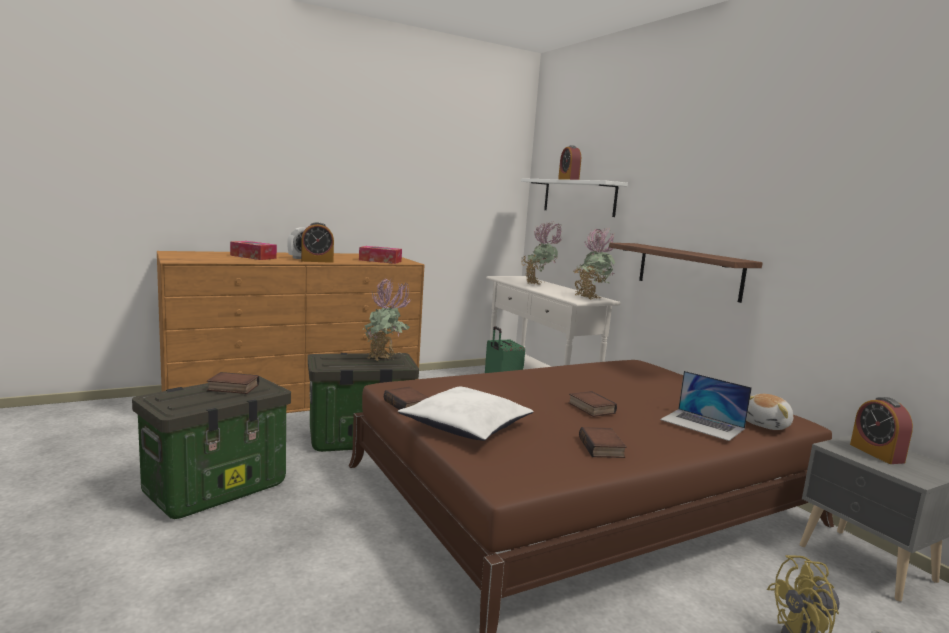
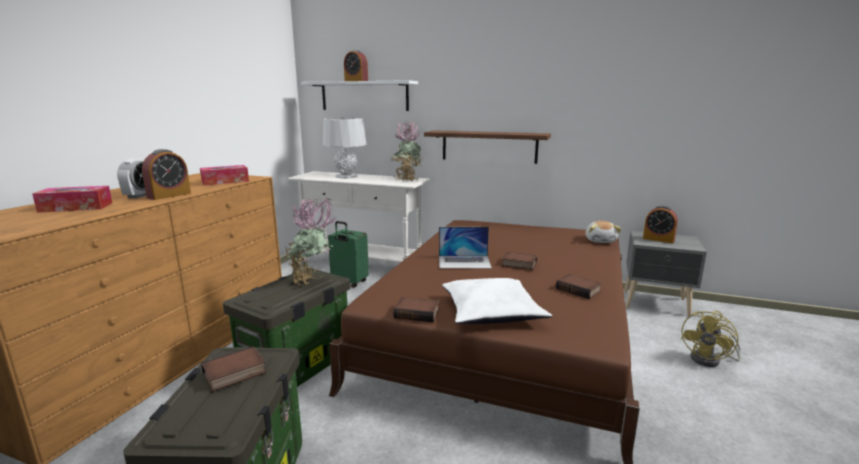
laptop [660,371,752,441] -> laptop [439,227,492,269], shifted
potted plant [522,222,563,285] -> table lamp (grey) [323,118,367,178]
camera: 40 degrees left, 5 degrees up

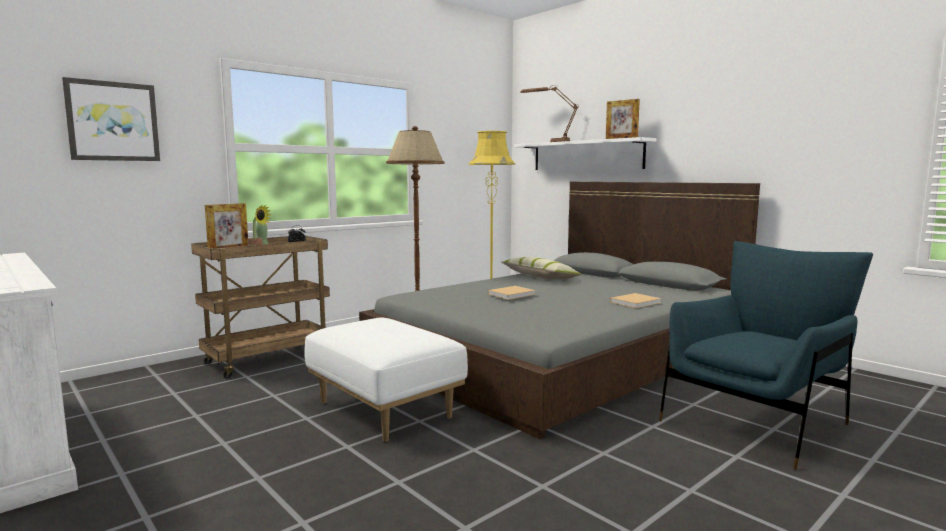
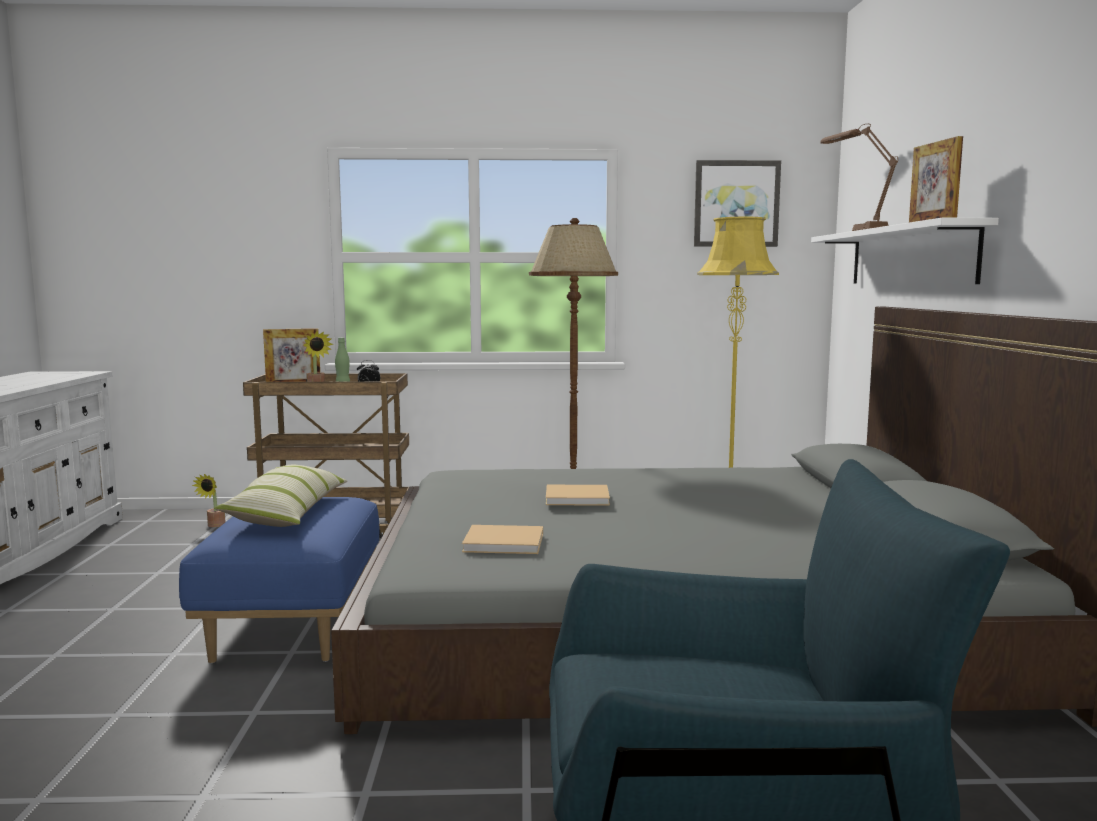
none -> potted plant [192,474,225,527]
picture [62,77,160,161] -> picture [694,160,781,247], shifted
pillow [501,257,582,279] -> pillow [214,465,347,527], shifted
book (beige) [610,293,662,308] -> book (beige) [462,525,543,554], shifted
ottoman (white) [305,318,468,442] -> ottoman (blue) [179,497,380,663]
camera: 40 degrees right, 0 degrees up

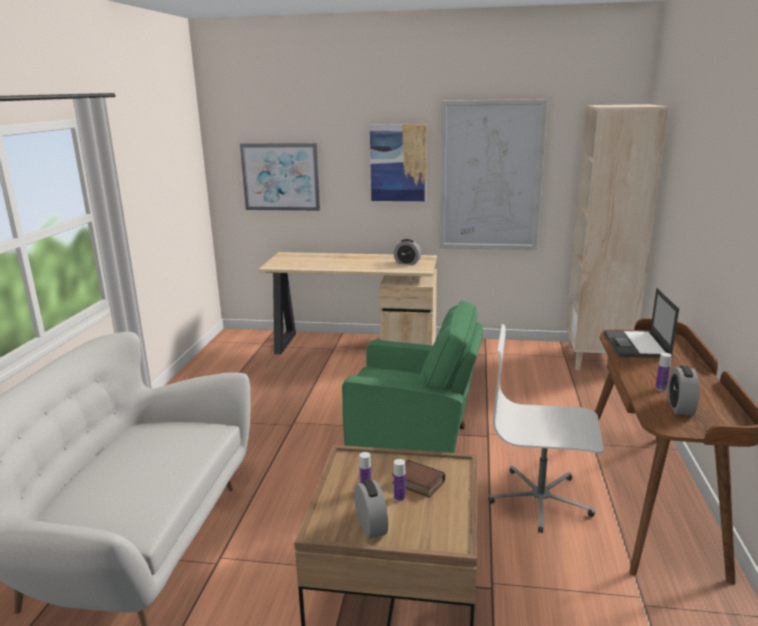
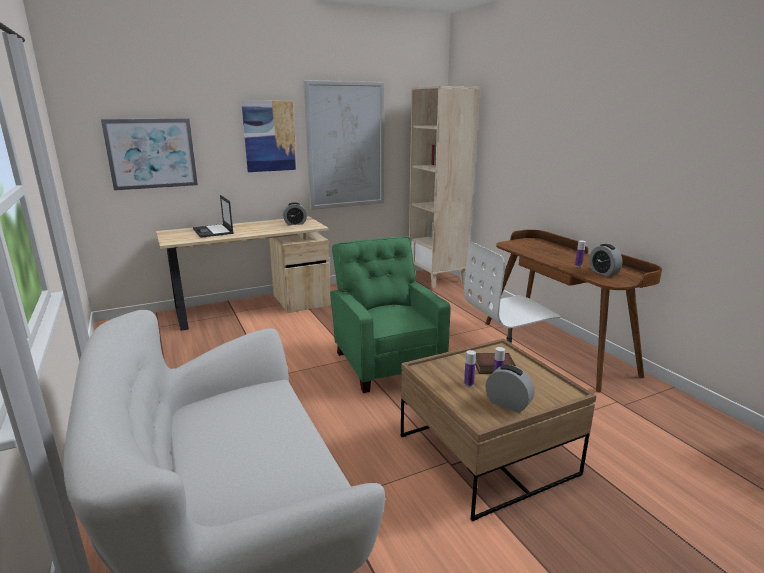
laptop [604,288,679,358] -> laptop [193,195,234,238], shifted
armchair (green) [342,300,483,453] -> armchair (green) [330,236,451,393], 90 degrees counterclockwise
camera: 35 degrees left, 0 degrees up

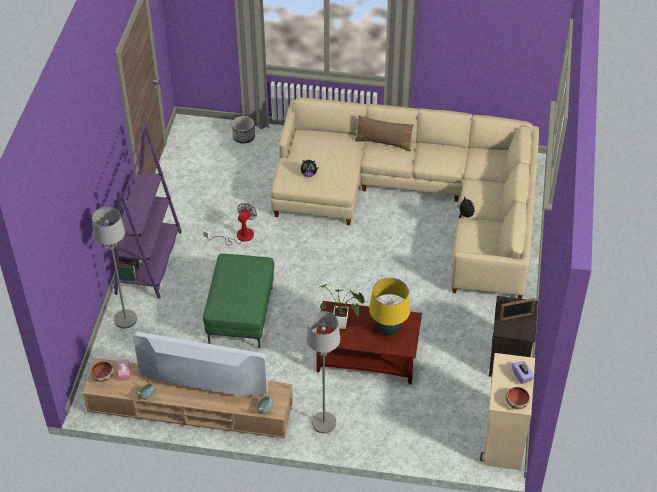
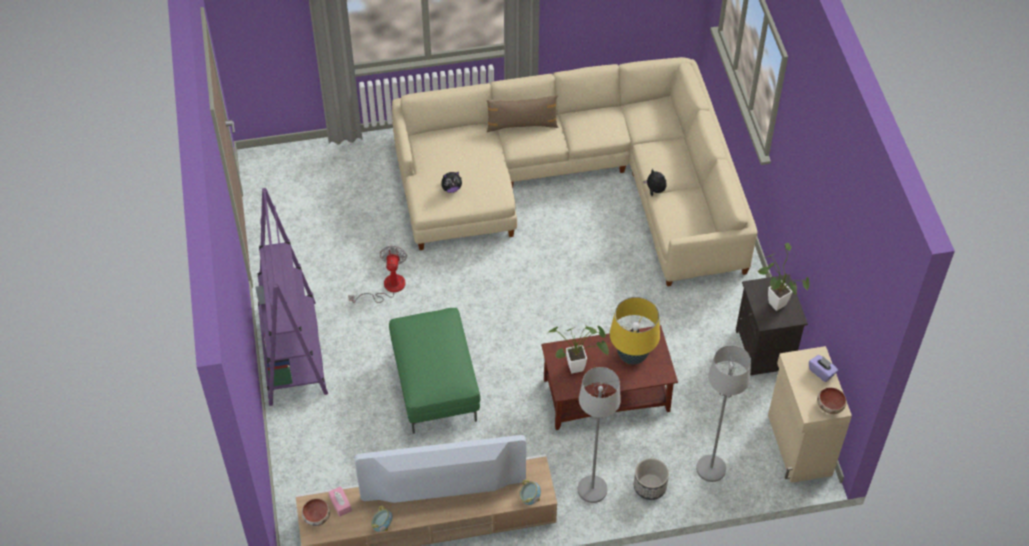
floor lamp (grey) [92,207,137,328] -> floor lamp (grey) [696,345,751,482], shifted
planter [232,116,255,144] -> planter [634,458,669,500], shifted
picture frame [499,298,536,321] -> potted plant [758,243,810,311]
camera: 20 degrees left, 5 degrees up

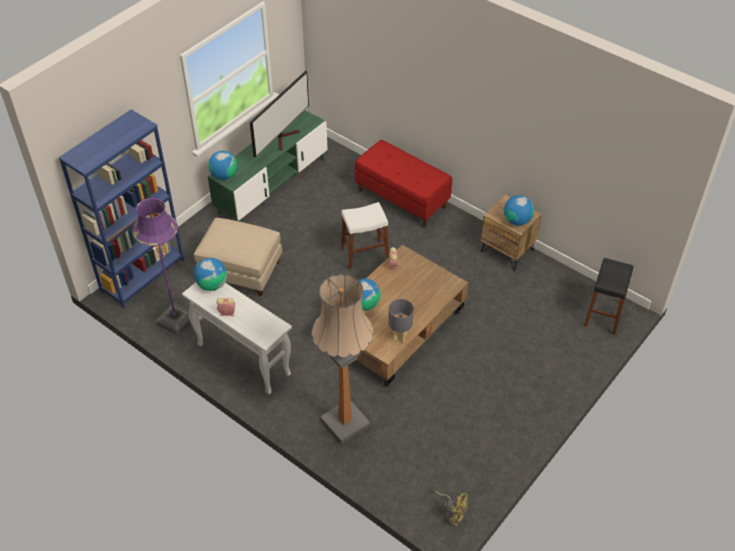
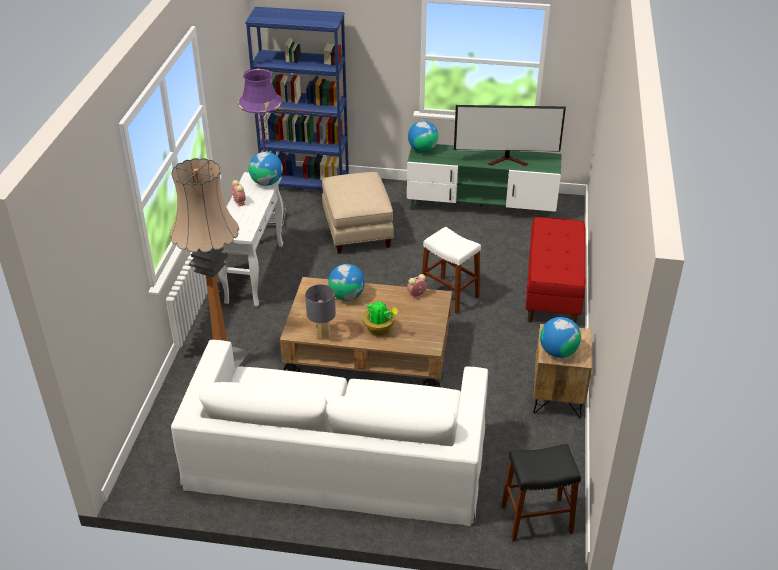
fan (yellow) [435,491,468,526] -> none
none -> sofa (white) [171,340,488,526]
none -> potted plant [363,301,398,336]
camera: 60 degrees right, 10 degrees down

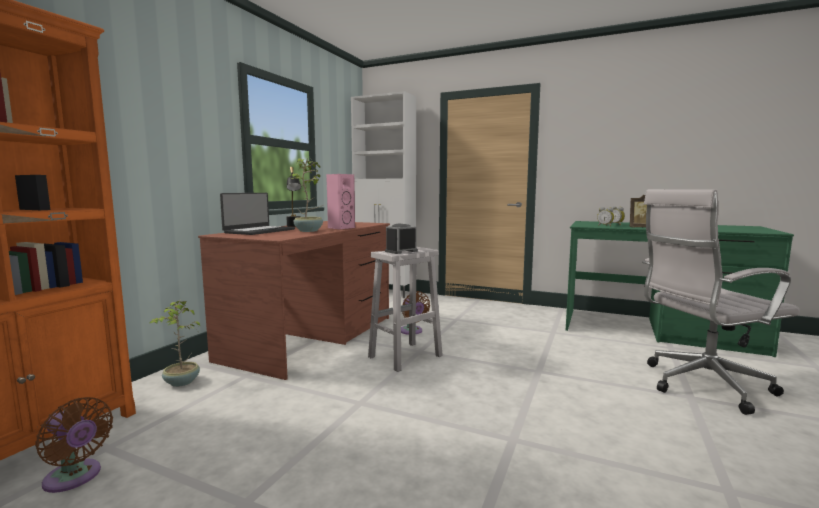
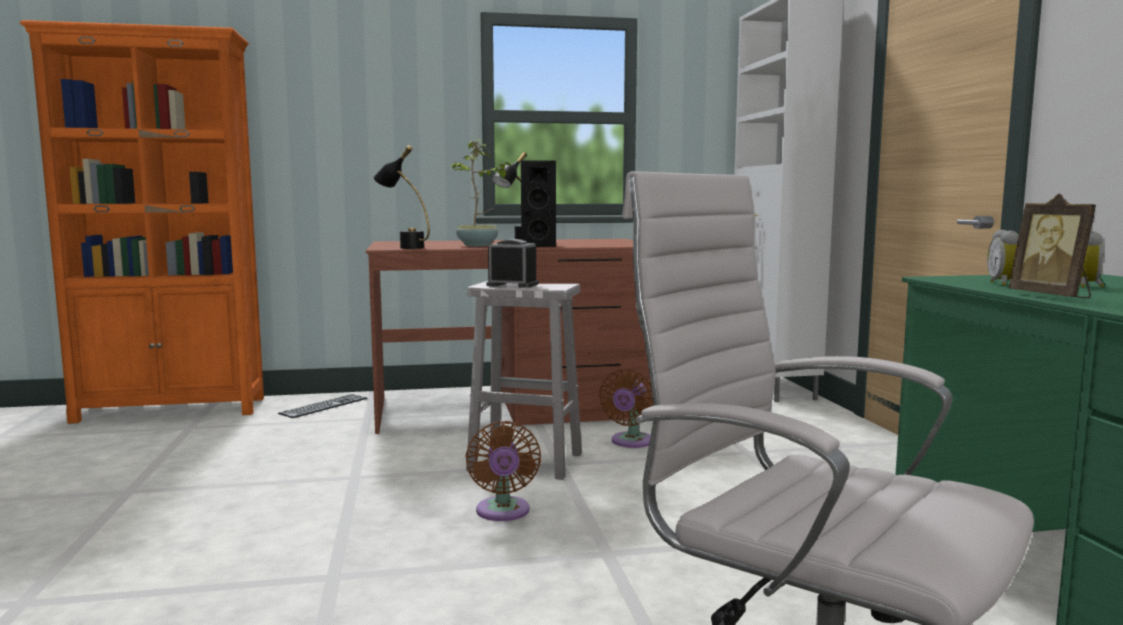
laptop [220,193,295,235] -> none
none -> table lamp (black) [373,145,430,249]
fan (brown) [35,397,113,493] -> fan (brown) [465,421,541,521], shifted
potted plant [150,300,200,387] -> keyboard [278,394,368,418]
speaker (pink) [326,174,355,230] -> speaker (black) [521,161,556,247]
camera: 55 degrees right, 0 degrees up

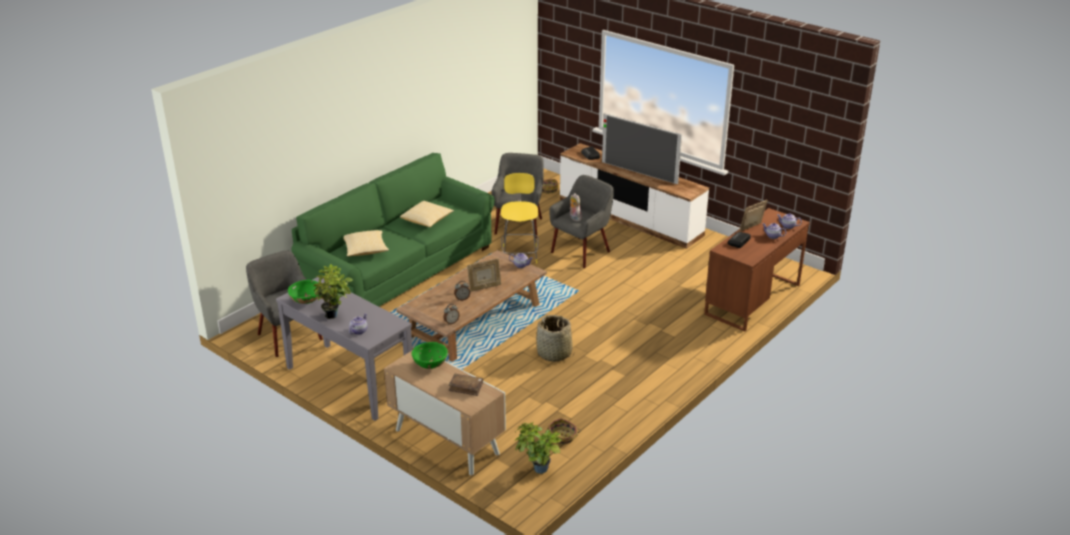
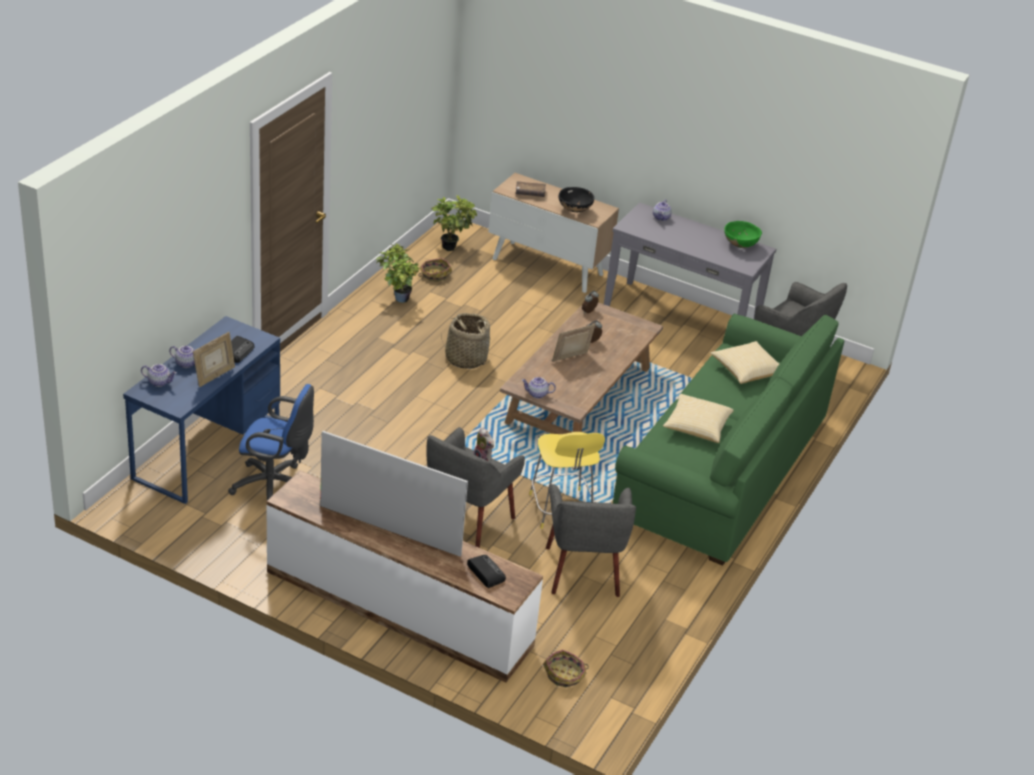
none -> office chair (blue) [228,384,314,500]
potted plant [313,264,353,319] -> potted plant [376,243,420,303], shifted
bowl (green) [412,342,448,369] -> bowl (black) [558,187,594,212]
desk (brown) [704,208,810,331] -> desk (blue) [123,316,280,504]
camera: 165 degrees right, 5 degrees up

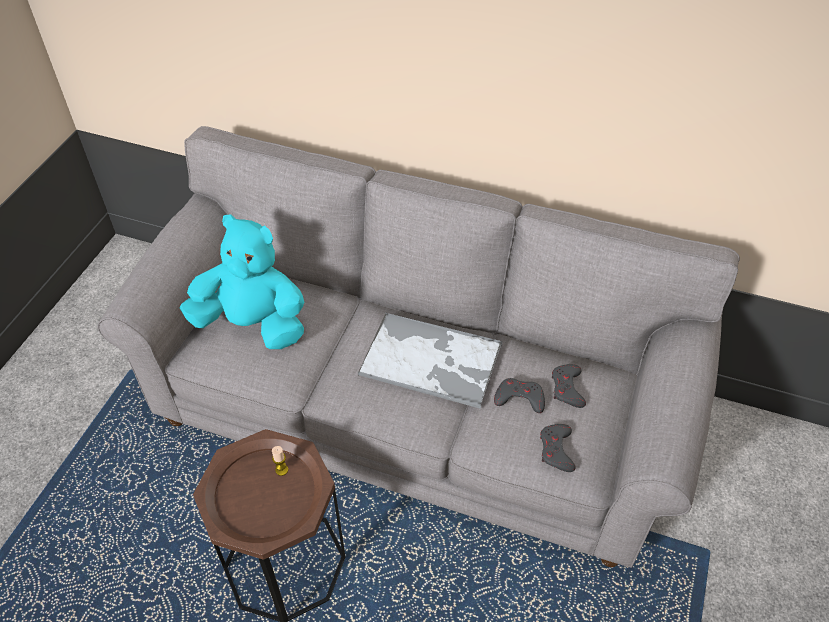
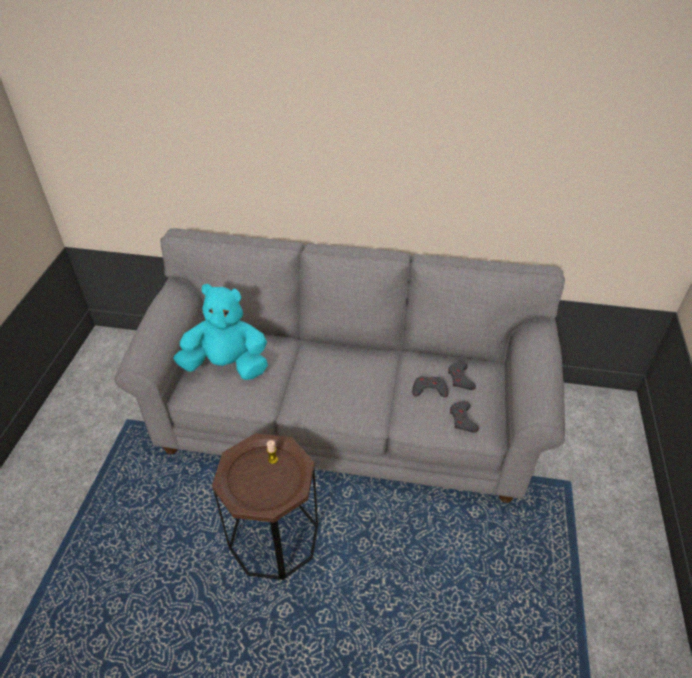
tray [357,312,503,408] -> none
camera: 10 degrees left, 5 degrees down

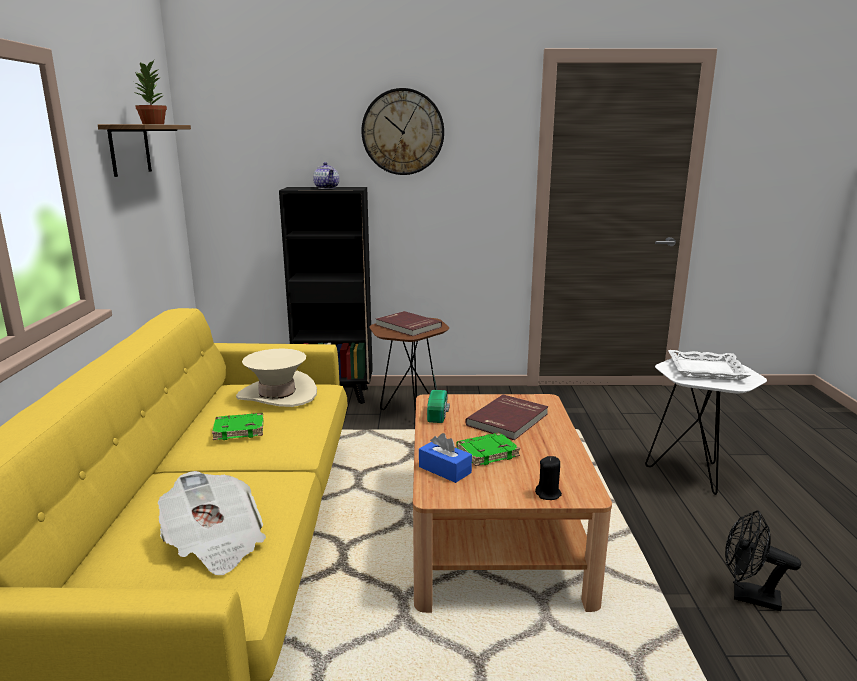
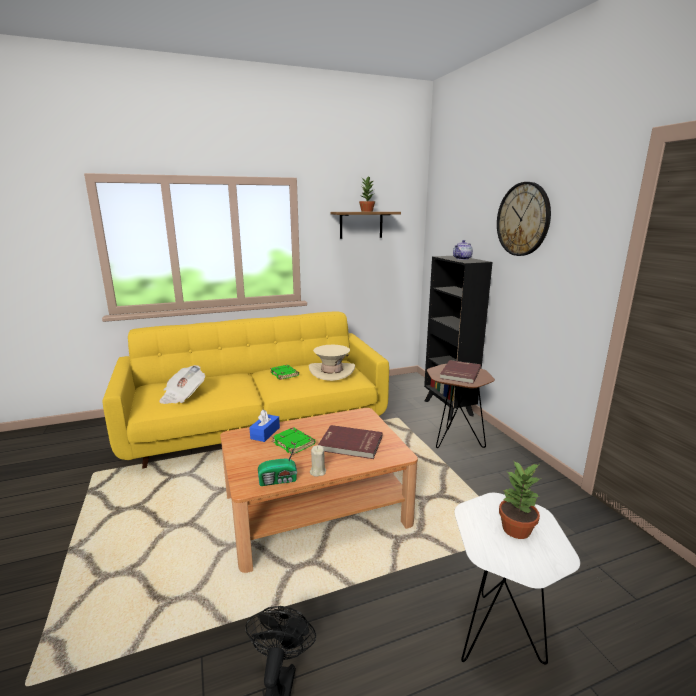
candle (black) [535,456,562,500] -> none
none -> candle (beige) [310,445,326,477]
radio [427,368,450,423] -> radio [258,442,297,486], shifted
tray (white) [668,350,751,381] -> potted plant [499,461,541,539]
camera: 70 degrees right, 0 degrees up

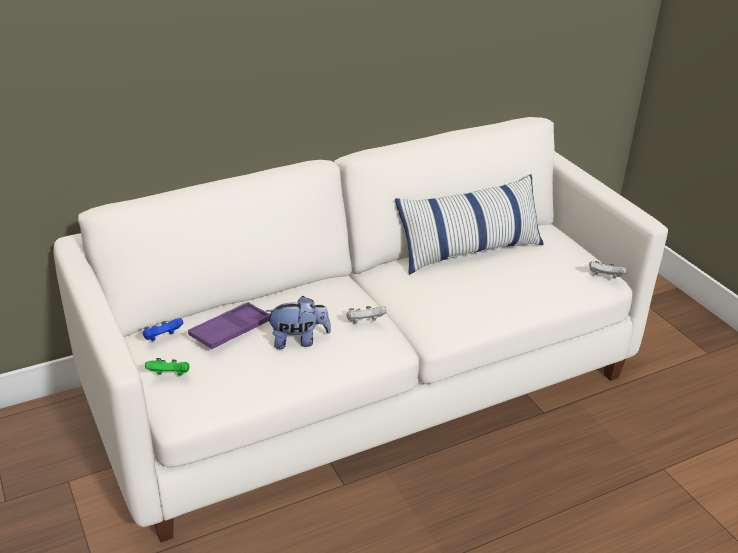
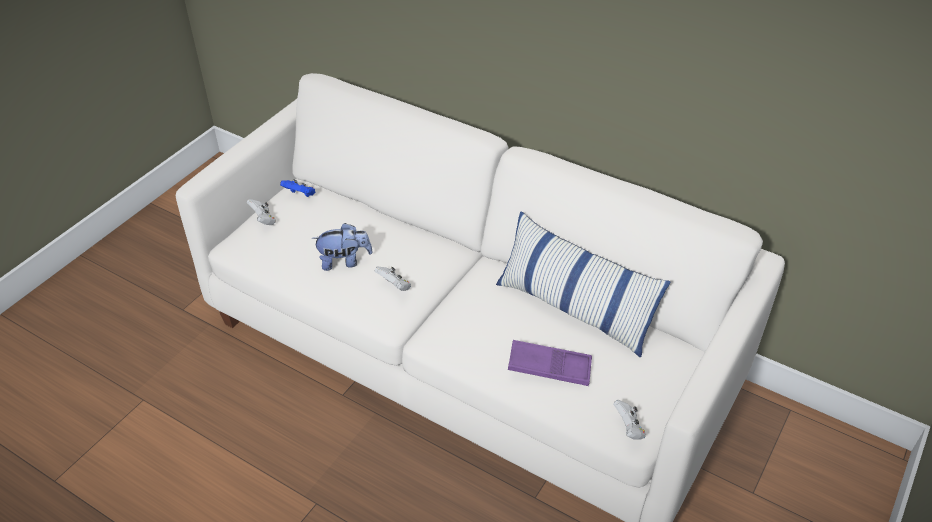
tray (purple) [188,302,270,349] -> tray (purple) [508,340,592,386], shifted
game controller (green) [145,358,190,376] -> game controller (white) [247,199,276,225]
plush toy [266,296,331,349] -> plush toy [311,223,373,271], 60 degrees counterclockwise
camera: 60 degrees right, 10 degrees up

